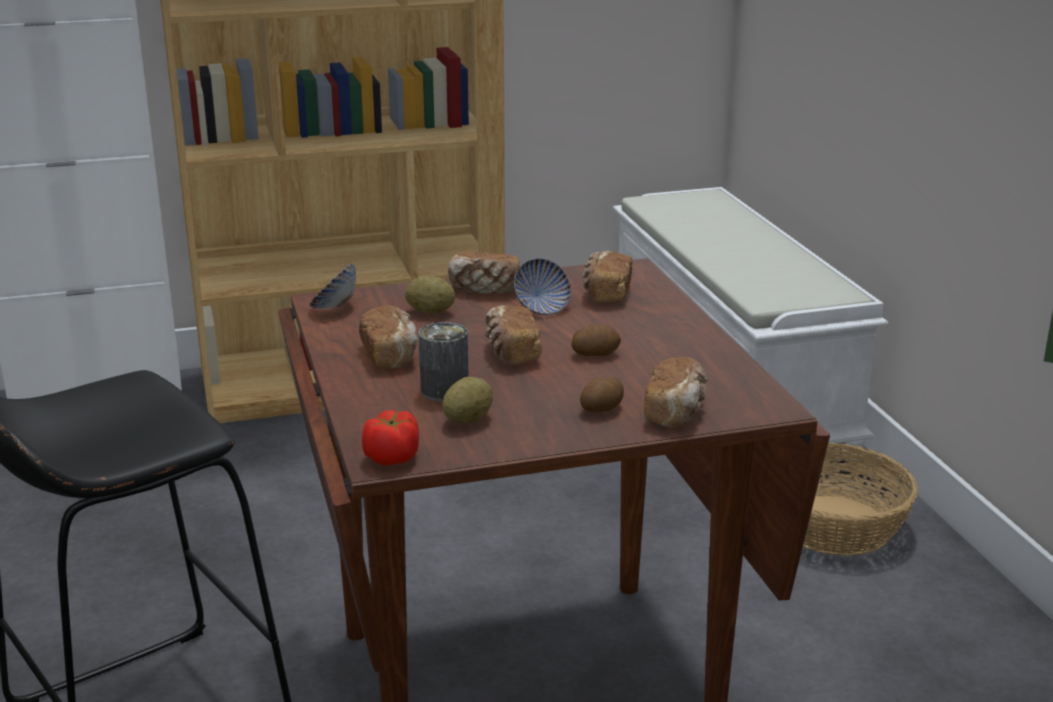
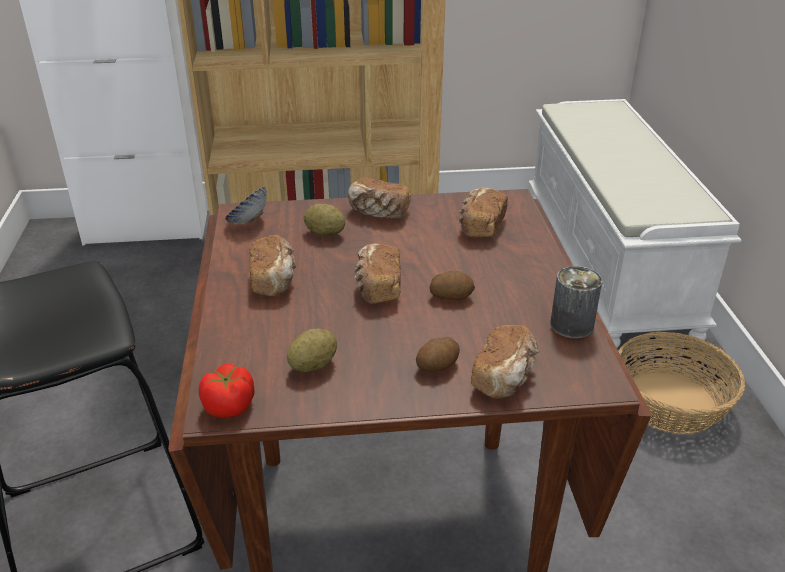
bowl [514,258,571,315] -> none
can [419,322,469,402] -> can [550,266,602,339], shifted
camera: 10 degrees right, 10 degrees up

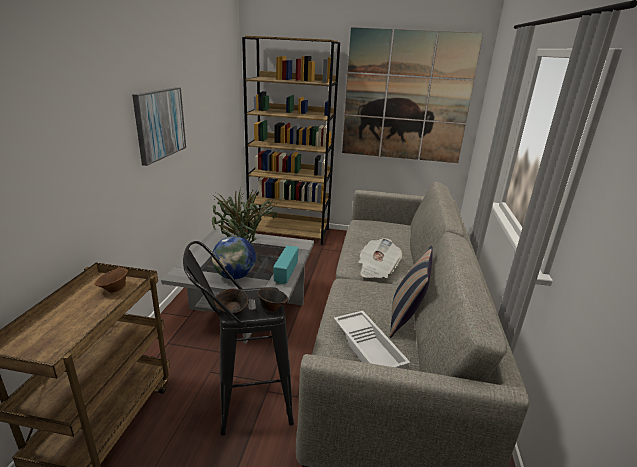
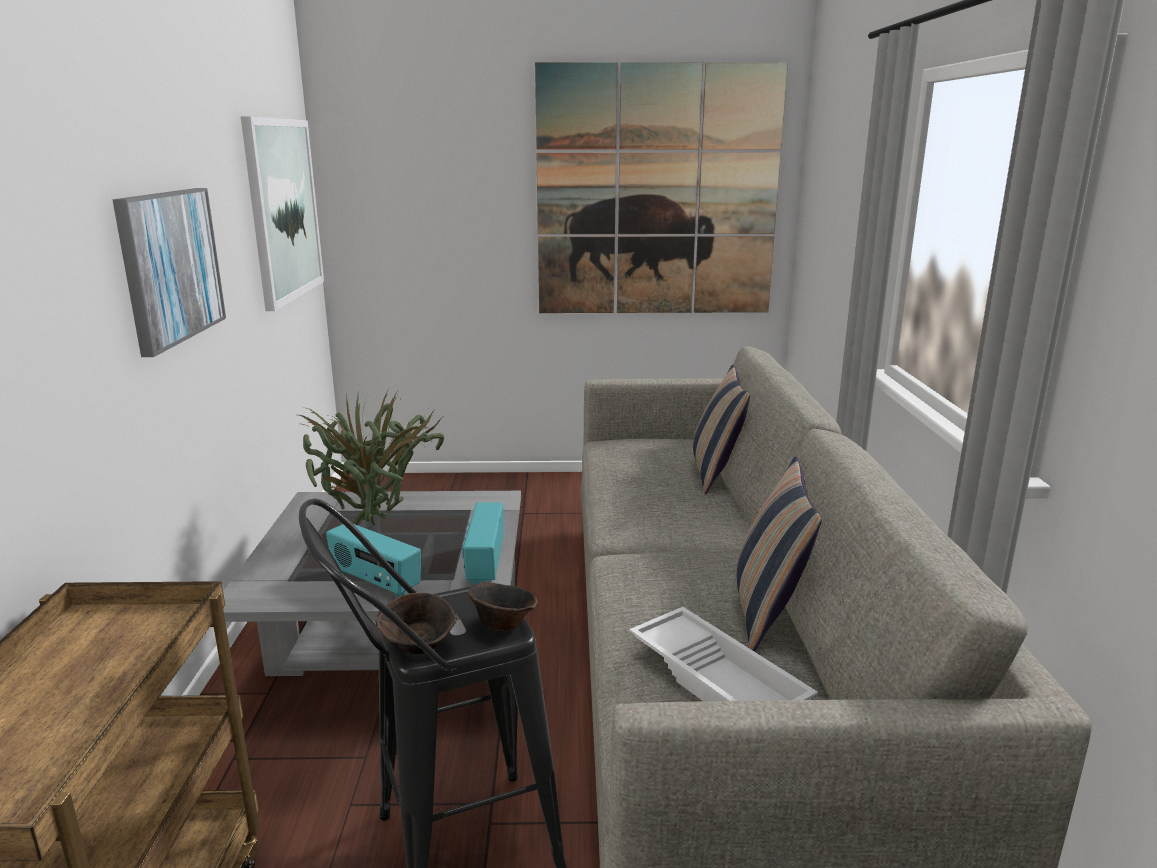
bowl (brown) [95,267,128,293] -> none
bookcase (brown) [242,35,340,245] -> none
newspaper [359,238,402,278] -> none
none -> picture [241,117,324,311]
none -> pillow [693,365,750,494]
globe [212,236,256,279] -> radio [326,523,421,598]
camera: 10 degrees left, 5 degrees down

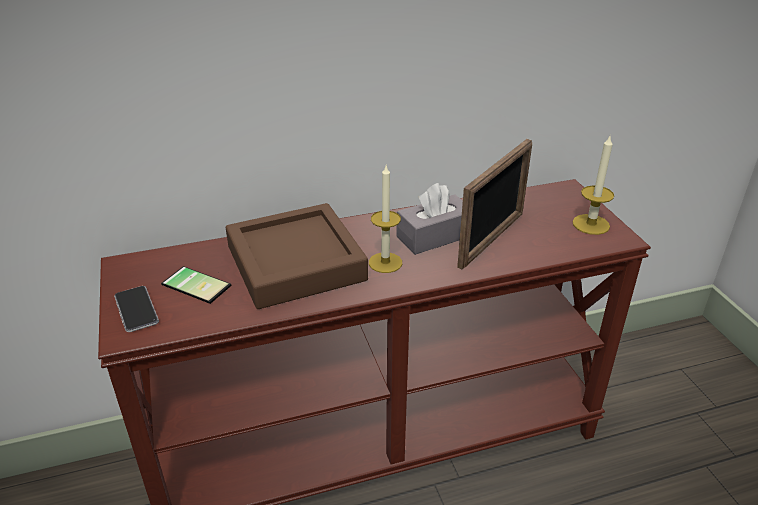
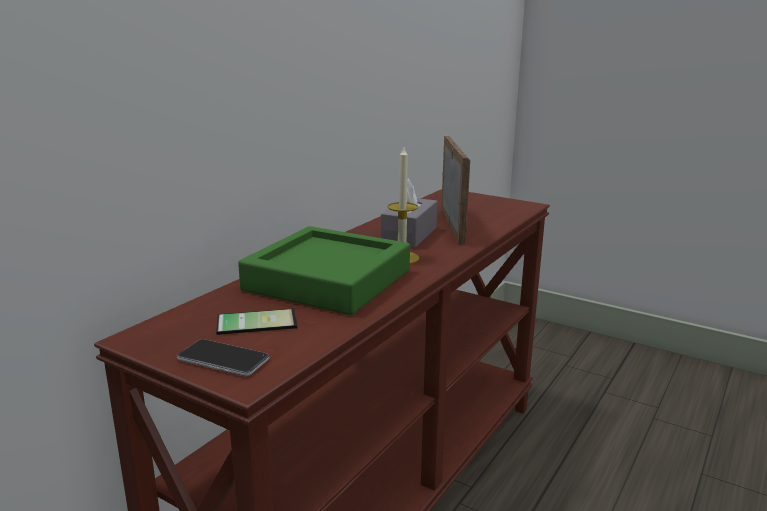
candle [572,136,614,235] -> none
tray (brown) [226,203,368,309] -> tray (green) [238,226,410,315]
camera: 40 degrees left, 15 degrees down

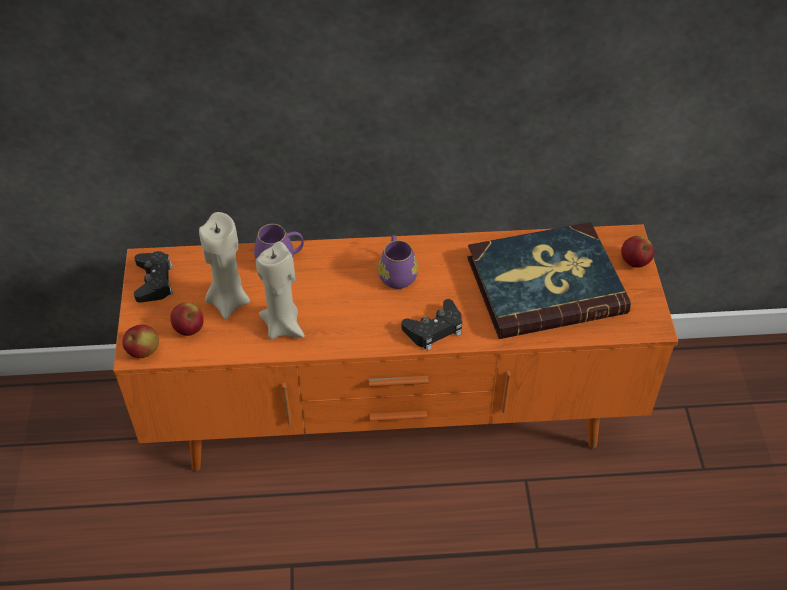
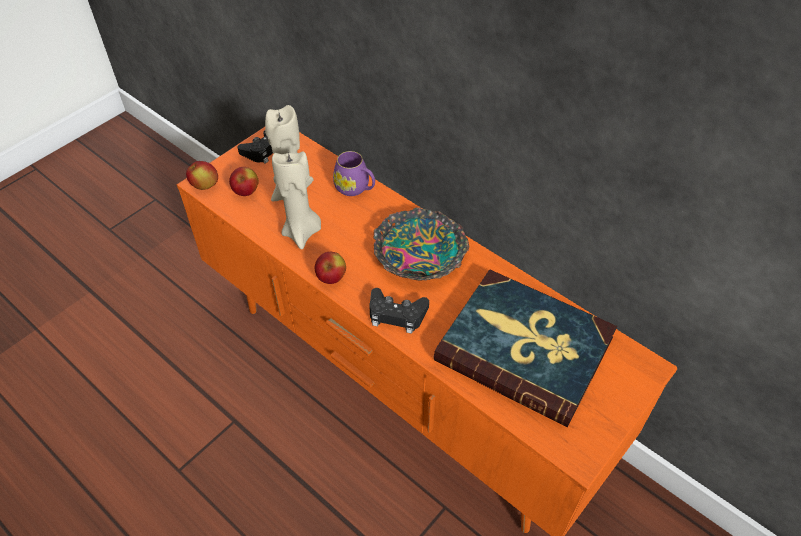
apple [621,236,654,268] -> apple [315,252,346,284], shifted
mug (purple) [378,235,418,289] -> bowl [373,208,469,280]
camera: 45 degrees right, 0 degrees up

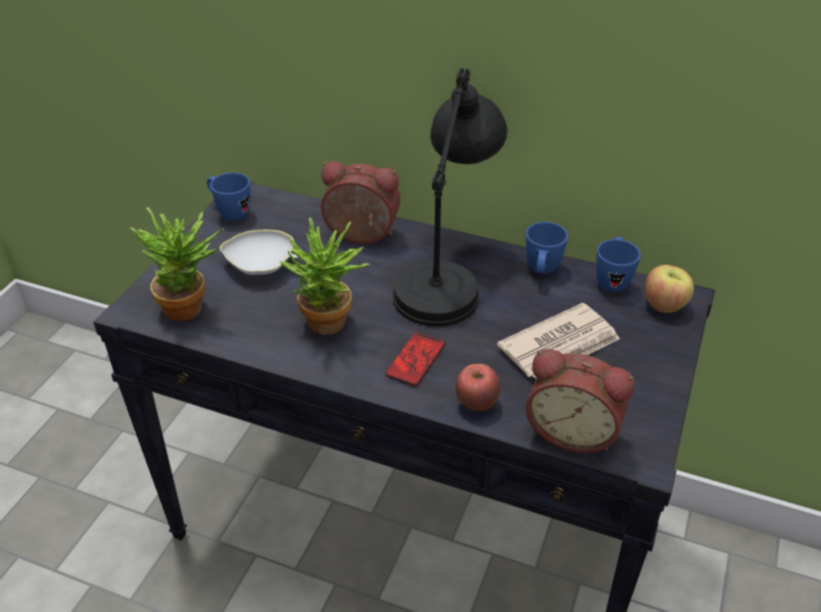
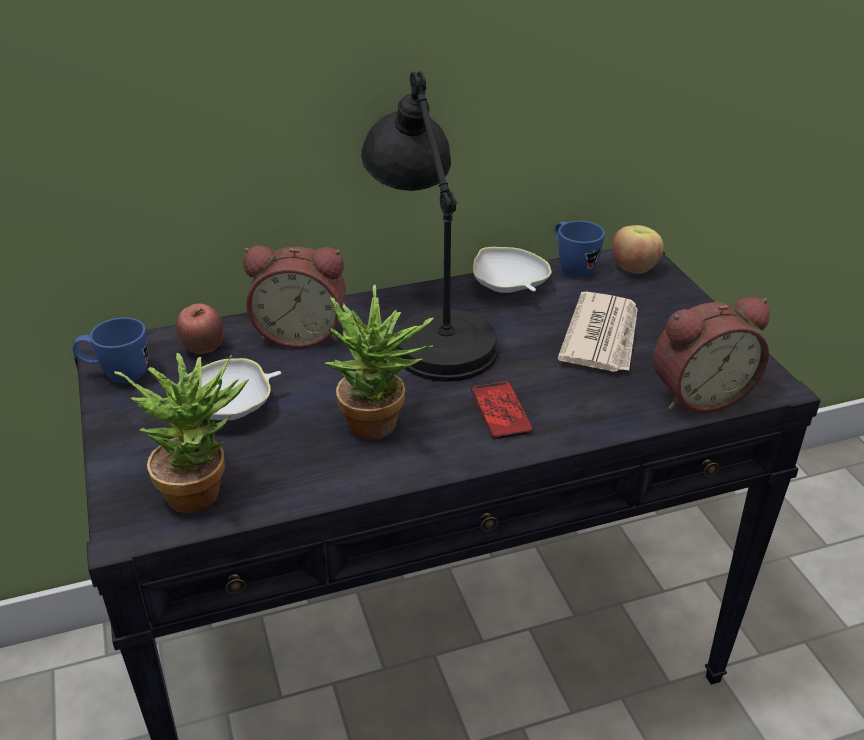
apple [455,364,500,411] -> apple [176,303,224,354], shifted
mug (blue) [526,222,568,273] -> bowl (white) [473,247,552,293]
alarm clock [321,161,400,244] -> alarm clock [243,246,346,349], 150 degrees counterclockwise
camera: 40 degrees left, 5 degrees down

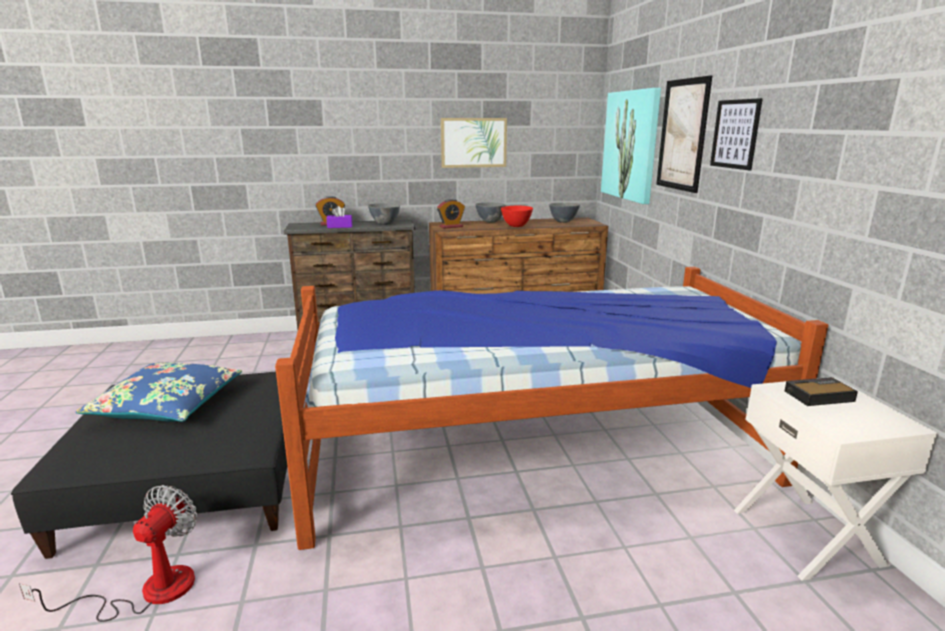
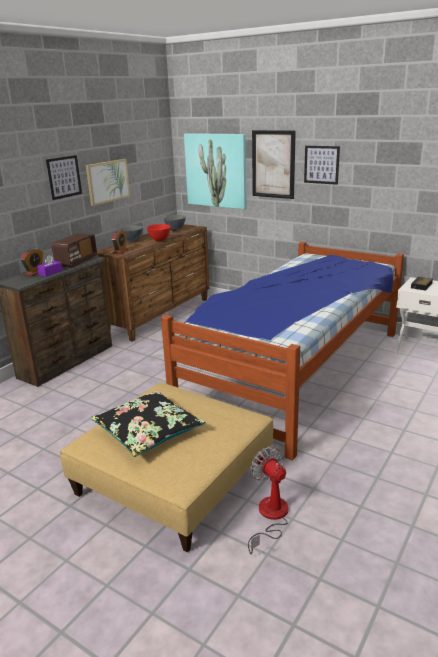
none -> picture [46,155,82,200]
bowl (grey) [368,203,400,225] -> radio [51,233,97,267]
ottoman (black) [11,372,287,559] -> ottoman (beige) [59,383,273,552]
pillow (blue) [76,363,242,422] -> pillow (black) [91,391,206,457]
camera: 45 degrees left, 5 degrees up

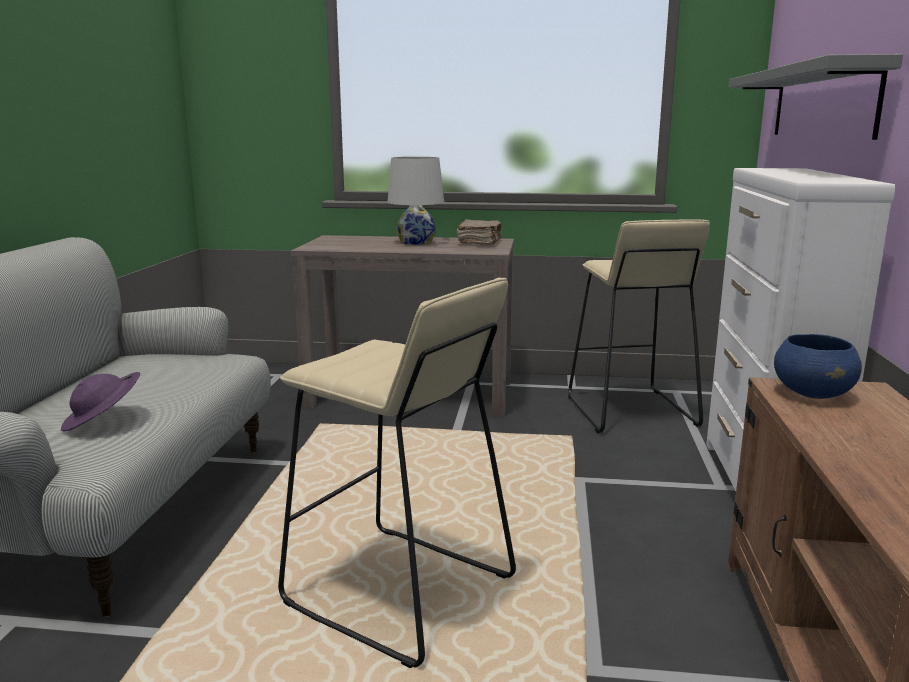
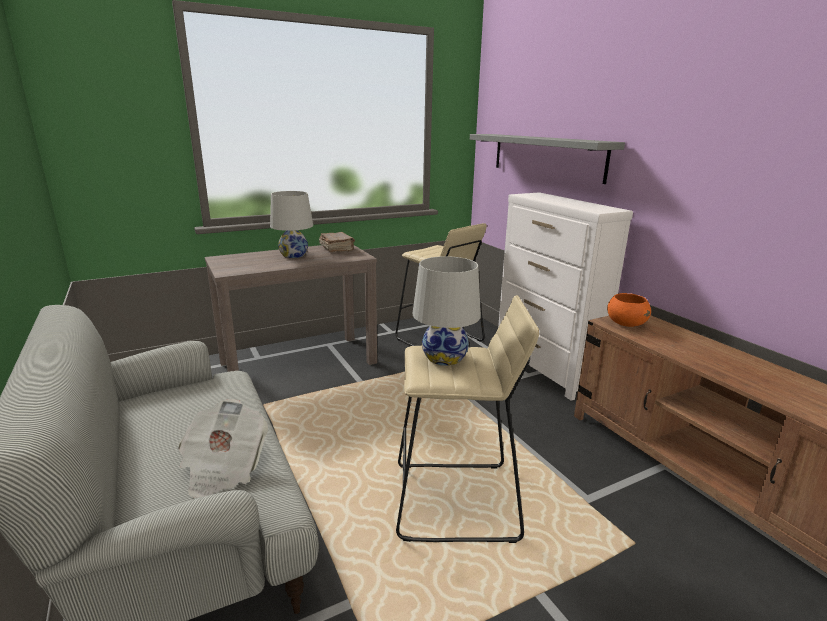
none -> table lamp (white) [412,256,481,366]
hat (purple) [61,372,140,432] -> newspaper [178,399,268,498]
bowl (blue) [774,334,862,399] -> bowl (orange) [607,293,651,327]
camera: 35 degrees left, 5 degrees up

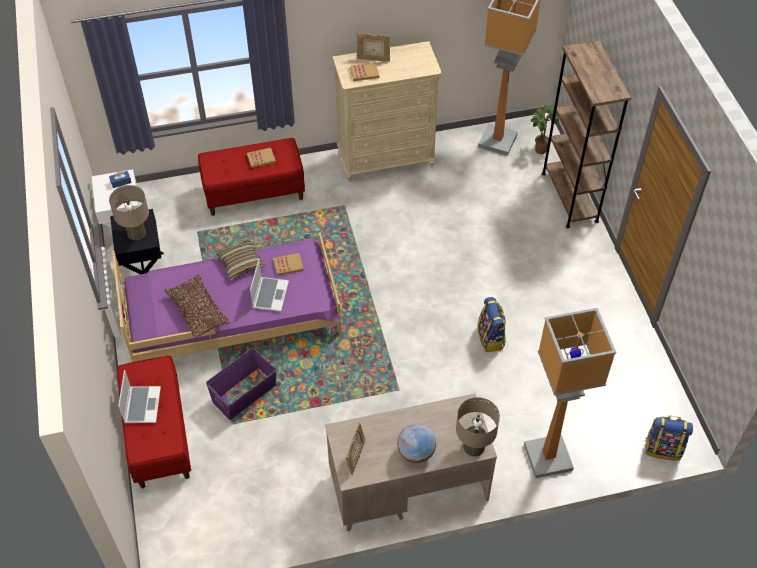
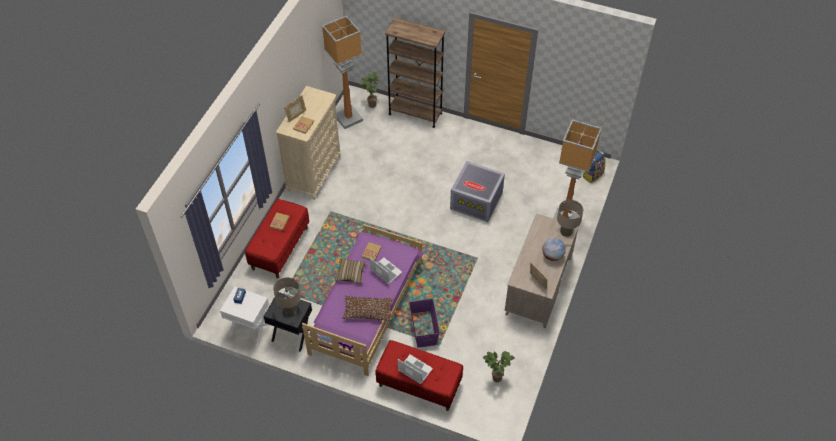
none -> potted plant [483,351,515,382]
backpack [477,297,506,352] -> storage box (grey) [450,161,505,222]
camera: 55 degrees left, 0 degrees up

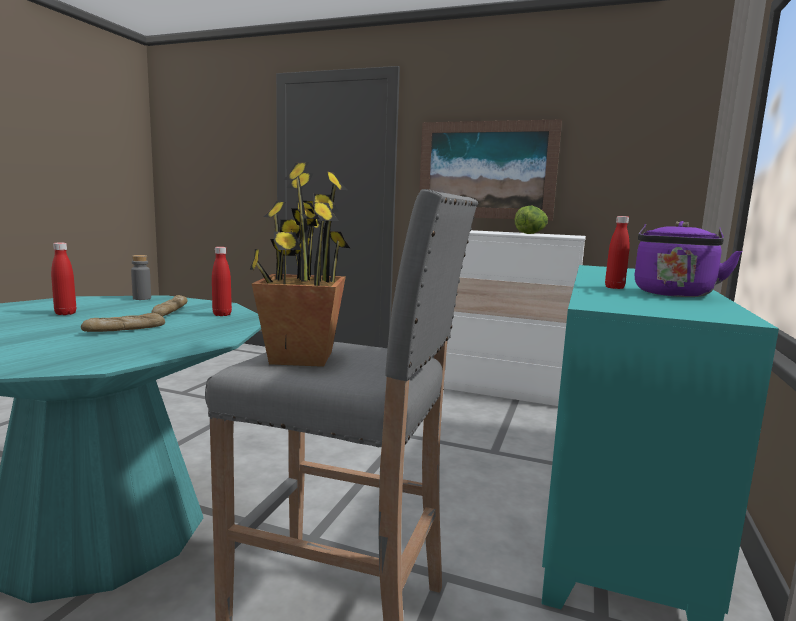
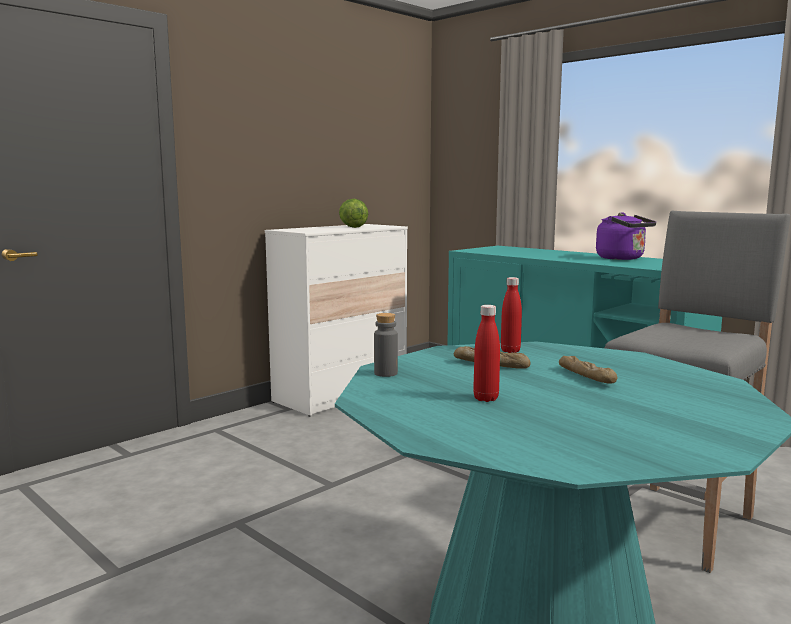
potted plant [249,162,350,367] -> none
picture [419,119,562,221] -> none
bottle (red) [605,216,629,289] -> none
camera: 65 degrees left, 0 degrees up

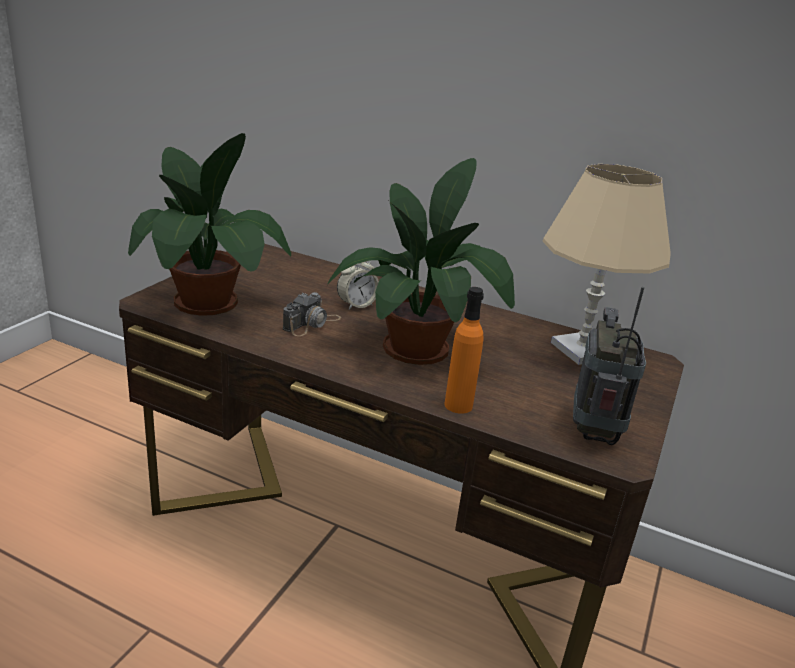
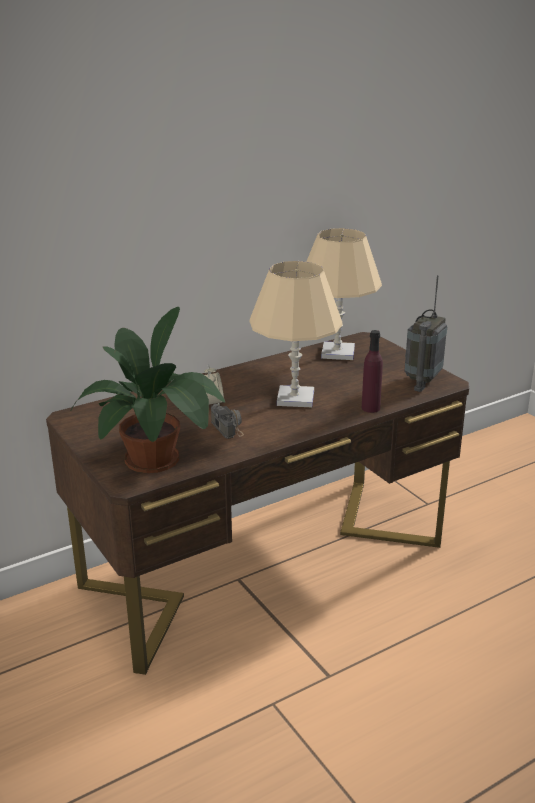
potted plant [327,158,515,365] -> table lamp (beige) [249,261,343,407]
bottle (orange) [444,287,484,414] -> bottle (purple) [362,330,383,413]
radio [573,287,646,445] -> radio [404,275,447,392], 105 degrees counterclockwise
camera: 55 degrees left, 0 degrees up

